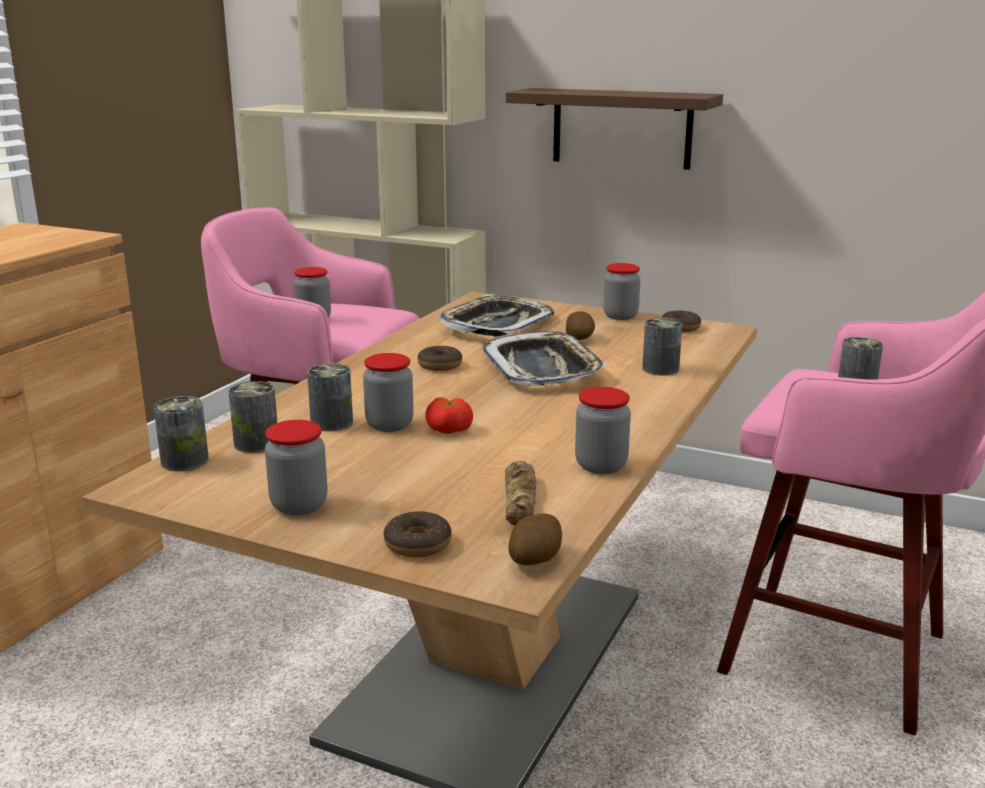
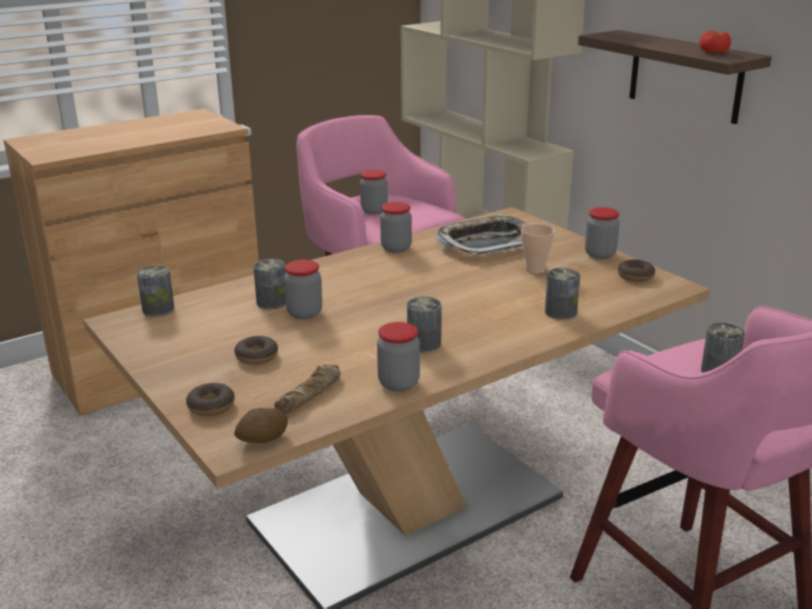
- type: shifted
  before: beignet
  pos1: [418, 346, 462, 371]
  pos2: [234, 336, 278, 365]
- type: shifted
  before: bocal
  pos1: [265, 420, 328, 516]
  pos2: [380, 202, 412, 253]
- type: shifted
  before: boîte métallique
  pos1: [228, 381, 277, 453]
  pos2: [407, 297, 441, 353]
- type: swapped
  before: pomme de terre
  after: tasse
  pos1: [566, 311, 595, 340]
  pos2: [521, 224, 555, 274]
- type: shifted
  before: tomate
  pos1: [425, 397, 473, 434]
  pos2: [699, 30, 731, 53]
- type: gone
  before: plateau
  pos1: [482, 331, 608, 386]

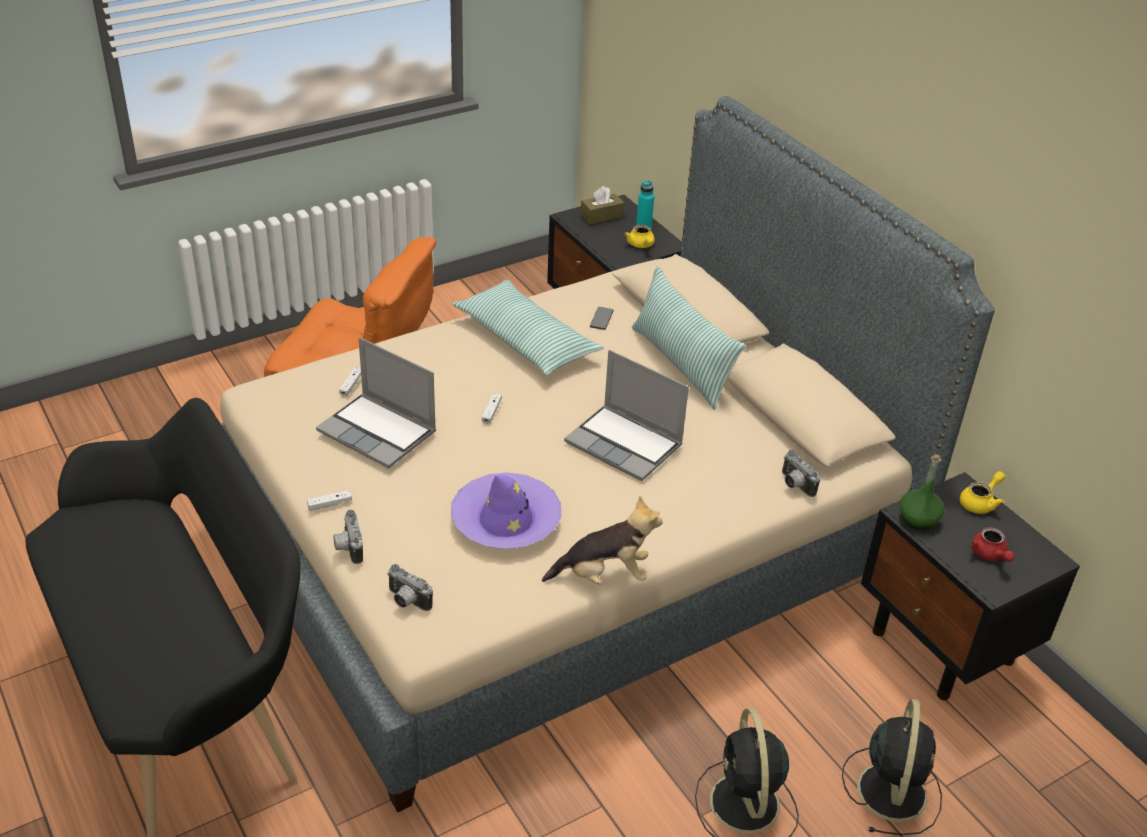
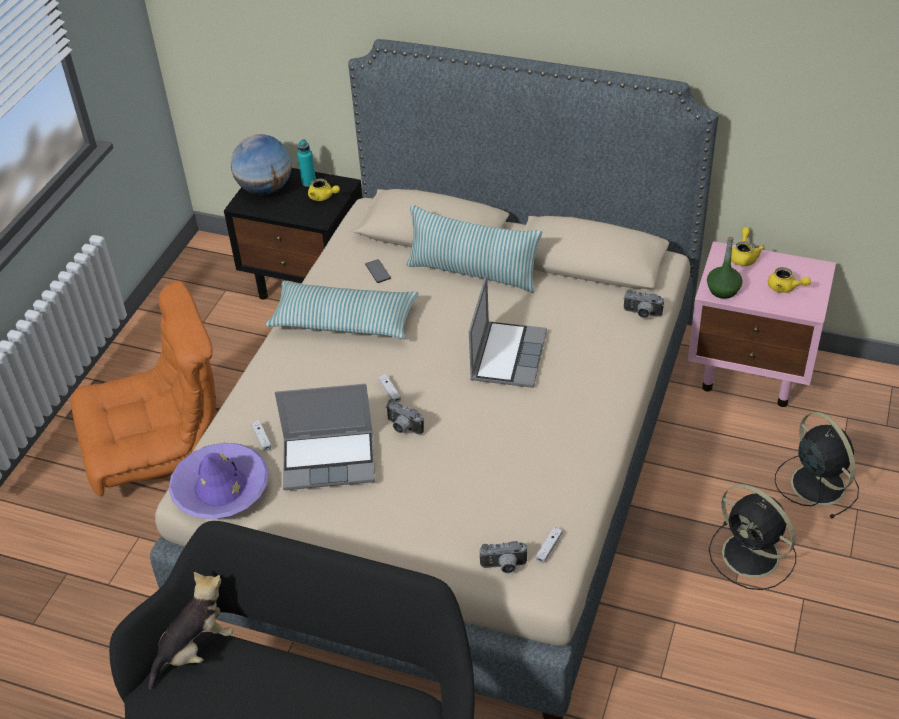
- type: shifted
  before: peluche
  pos1: [542, 496, 663, 585]
  pos2: [148, 572, 234, 690]
- type: shifted
  before: chapeau/violet
  pos1: [451, 472, 561, 549]
  pos2: [169, 443, 269, 519]
- type: swapped
  before: boîte à mouchoirs/marron
  after: globe
  pos1: [581, 186, 624, 224]
  pos2: [231, 134, 291, 195]
- type: shifted
  before: appareil photo
  pos1: [333, 510, 363, 564]
  pos2: [386, 399, 424, 435]
- type: rotated
  before: ordinateur portable
  pos1: [564, 350, 689, 481]
  pos2: [469, 276, 547, 388]
  turn: -75
- type: shifted
  before: manette/blanc
  pos1: [307, 490, 352, 511]
  pos2: [536, 527, 562, 563]
- type: repainted
  before: table de chevet/noir
  after: table de chevet/rose
  pos1: [861, 472, 1080, 700]
  pos2: [688, 241, 836, 407]
- type: repainted
  before: théière/rouge
  after: théière/jaune
  pos1: [971, 527, 1015, 562]
  pos2: [768, 267, 811, 293]

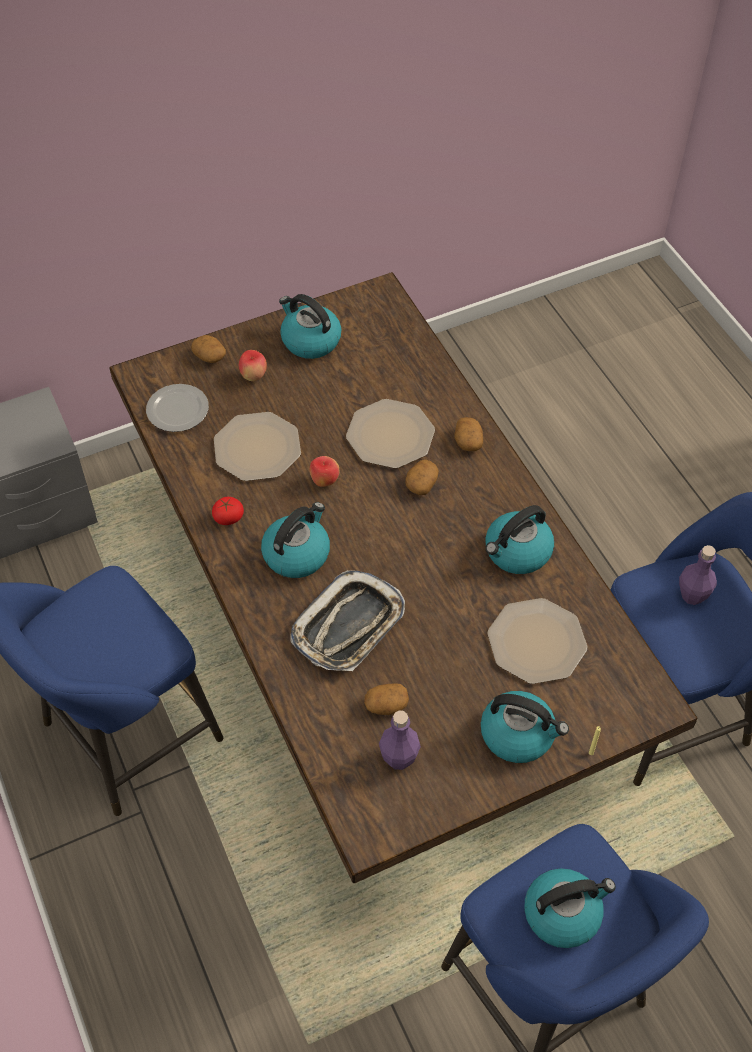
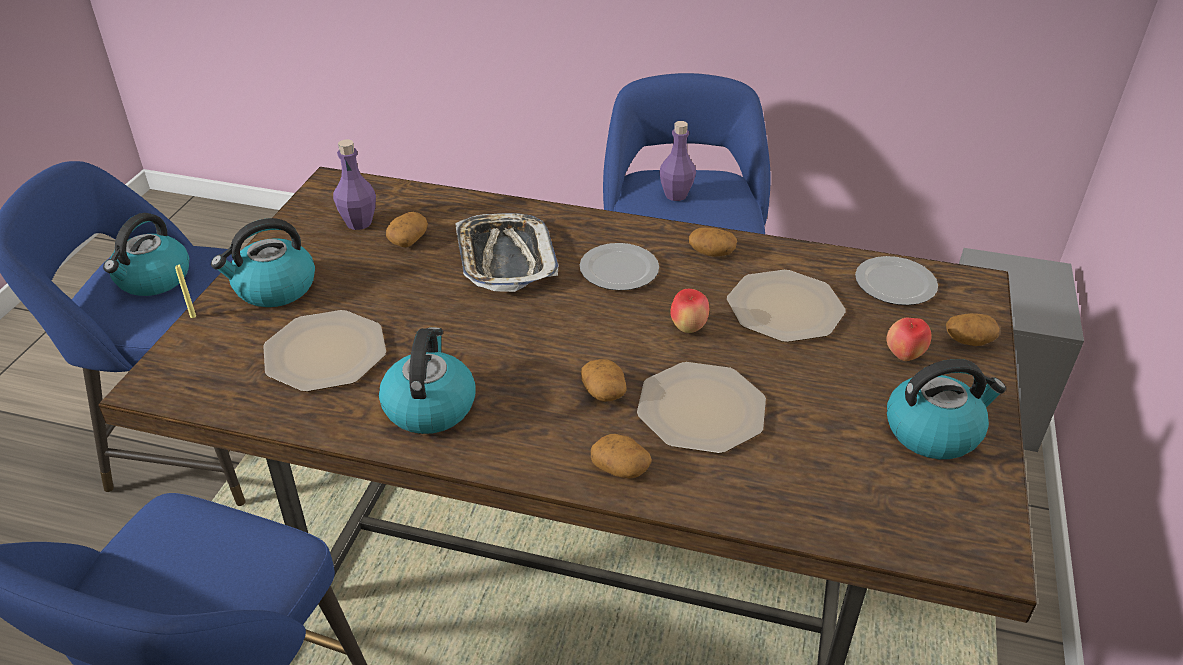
- type: swapped
  before: bouilloire
  after: assiette
  pos1: [261, 502, 330, 578]
  pos2: [580, 243, 659, 291]
- type: shifted
  before: bouteille/violet
  pos1: [679, 545, 717, 605]
  pos2: [659, 121, 696, 201]
- type: swapped
  before: tomate
  after: pomme de terre
  pos1: [212, 497, 244, 525]
  pos2: [689, 228, 737, 257]

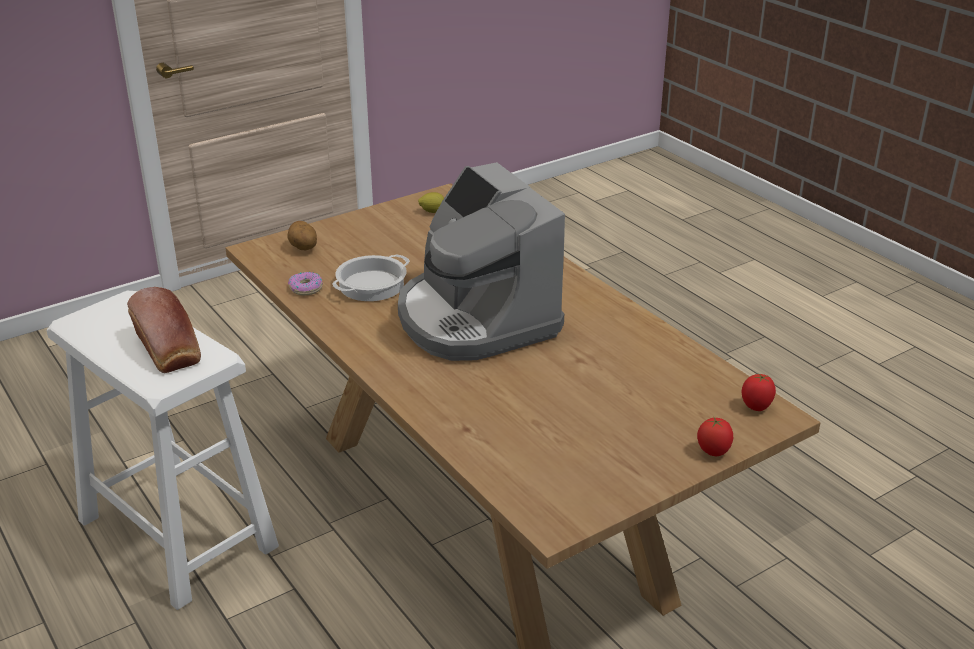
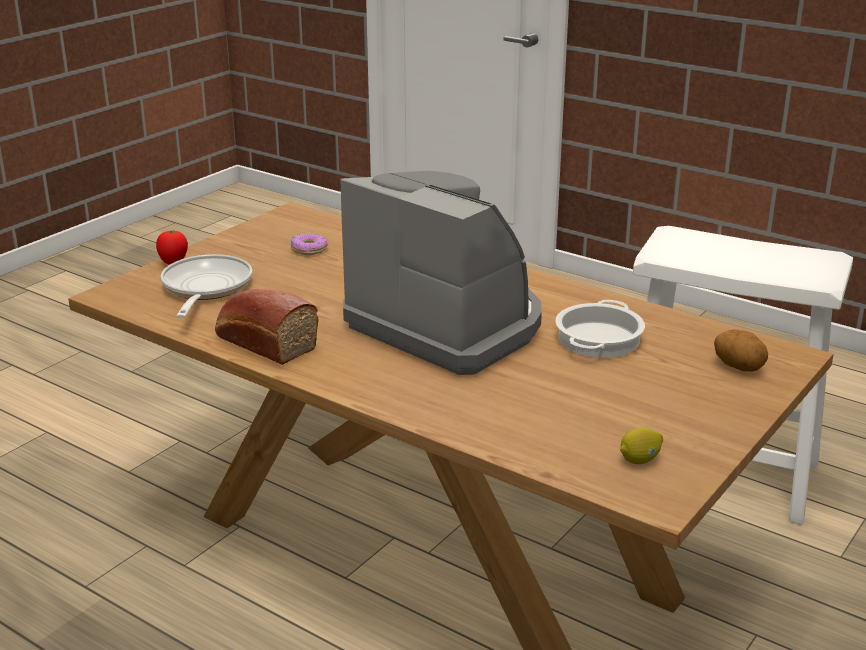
- type: new
  after: poêle
  pos2: [161, 254, 253, 318]
- type: shifted
  before: pain
  pos1: [127, 287, 201, 373]
  pos2: [215, 289, 319, 365]
- type: shifted
  before: beignet
  pos1: [288, 272, 323, 295]
  pos2: [291, 233, 328, 255]
- type: gone
  before: tomate
  pos1: [742, 373, 776, 411]

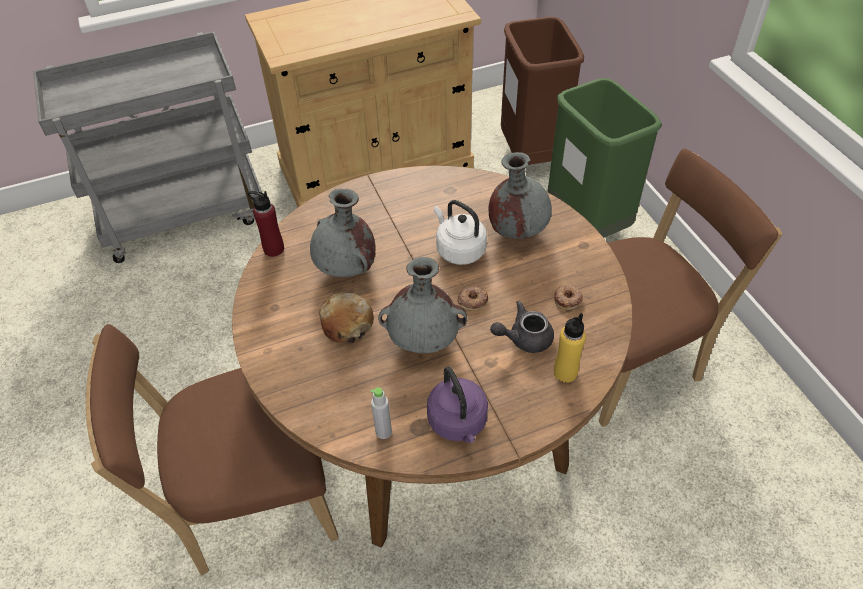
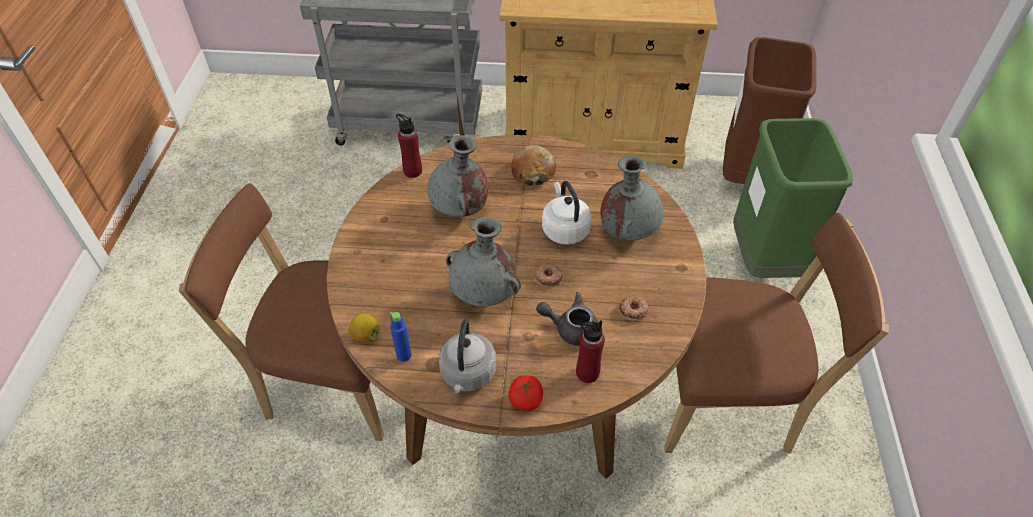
- type: new
  after: citron
  pos2: [348, 313, 380, 342]
- type: repainted
  before: bouteille/gris
  after: bouteille/bleu
  pos1: [370, 387, 392, 439]
  pos2: [390, 312, 412, 362]
- type: repainted
  before: bouilloire/violet
  after: bouilloire/gris
  pos1: [427, 367, 488, 443]
  pos2: [439, 320, 496, 393]
- type: new
  after: tomate
  pos2: [509, 375, 543, 411]
- type: shifted
  before: pain
  pos1: [319, 292, 374, 343]
  pos2: [512, 145, 556, 186]
- type: repainted
  before: bouteille/jaune
  after: bouteille/rouge
  pos1: [554, 313, 586, 383]
  pos2: [576, 320, 605, 383]

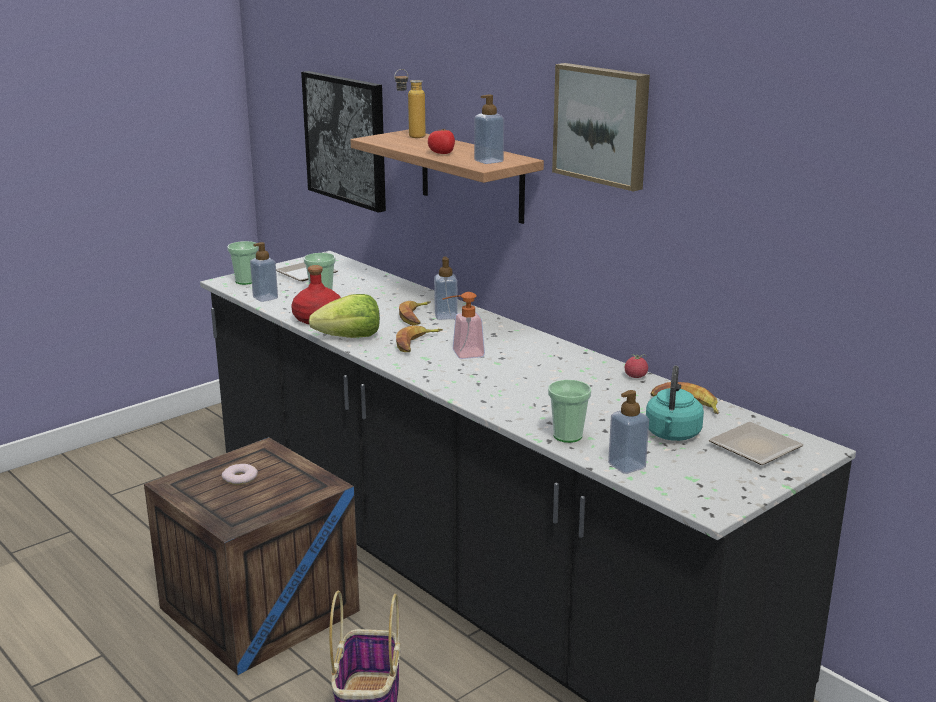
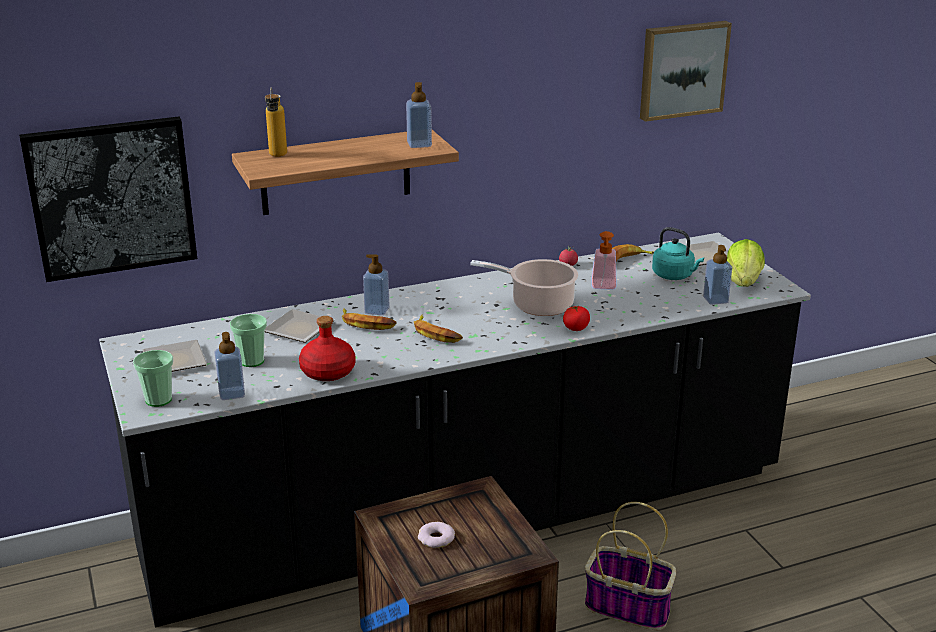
- type: new
  after: assiette
  pos2: [265, 309, 335, 343]
- type: new
  after: marmite
  pos2: [470, 259, 578, 316]
- type: shifted
  before: tomate
  pos1: [428, 129, 455, 154]
  pos2: [563, 306, 590, 331]
- type: shifted
  before: distributeur de savon
  pos1: [443, 292, 485, 359]
  pos2: [591, 231, 617, 290]
- type: shifted
  before: tableau
  pos1: [552, 63, 650, 192]
  pos2: [640, 21, 732, 122]
- type: shifted
  before: laitue
  pos1: [309, 294, 380, 338]
  pos2: [727, 239, 765, 287]
- type: gone
  before: tasse
  pos1: [548, 380, 591, 443]

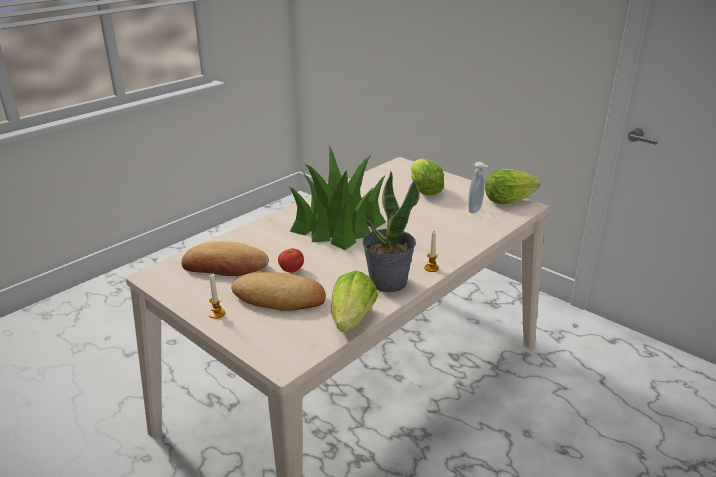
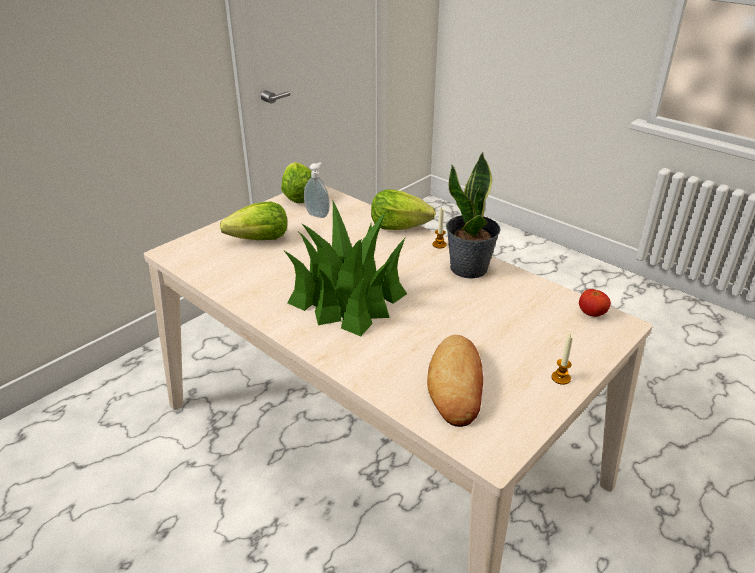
- type: shifted
  before: laitue
  pos1: [331, 270, 378, 332]
  pos2: [371, 189, 436, 230]
- type: shifted
  before: tomate
  pos1: [278, 248, 304, 273]
  pos2: [579, 289, 611, 317]
- type: gone
  before: pain
  pos1: [231, 272, 326, 311]

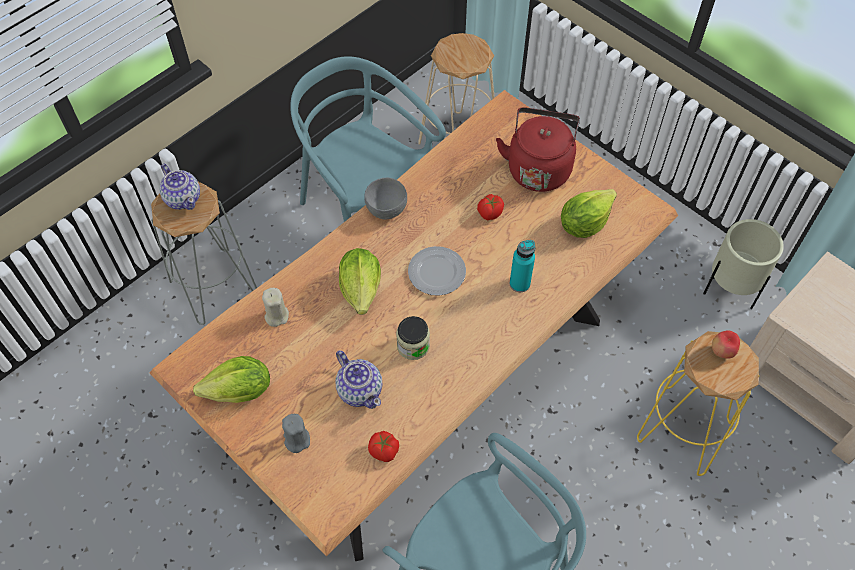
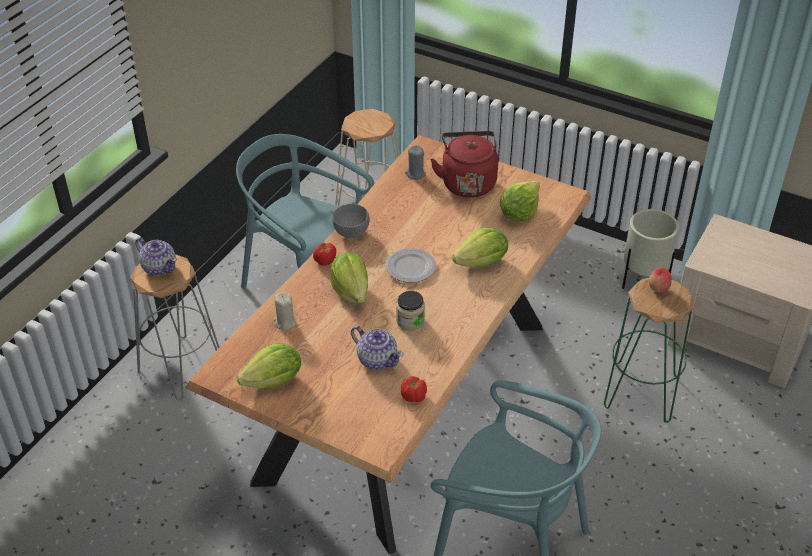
- type: shifted
  before: tomate
  pos1: [477, 194, 504, 220]
  pos2: [313, 242, 336, 266]
- type: shifted
  before: bougie/gris
  pos1: [282, 414, 310, 453]
  pos2: [405, 145, 426, 180]
- type: swapped
  before: bouteille/turquoise
  after: laitue
  pos1: [510, 240, 535, 292]
  pos2: [452, 227, 508, 267]
- type: repainted
  before: tabouret/jaune
  after: tabouret/vert
  pos1: [637, 331, 759, 476]
  pos2: [604, 278, 695, 423]

